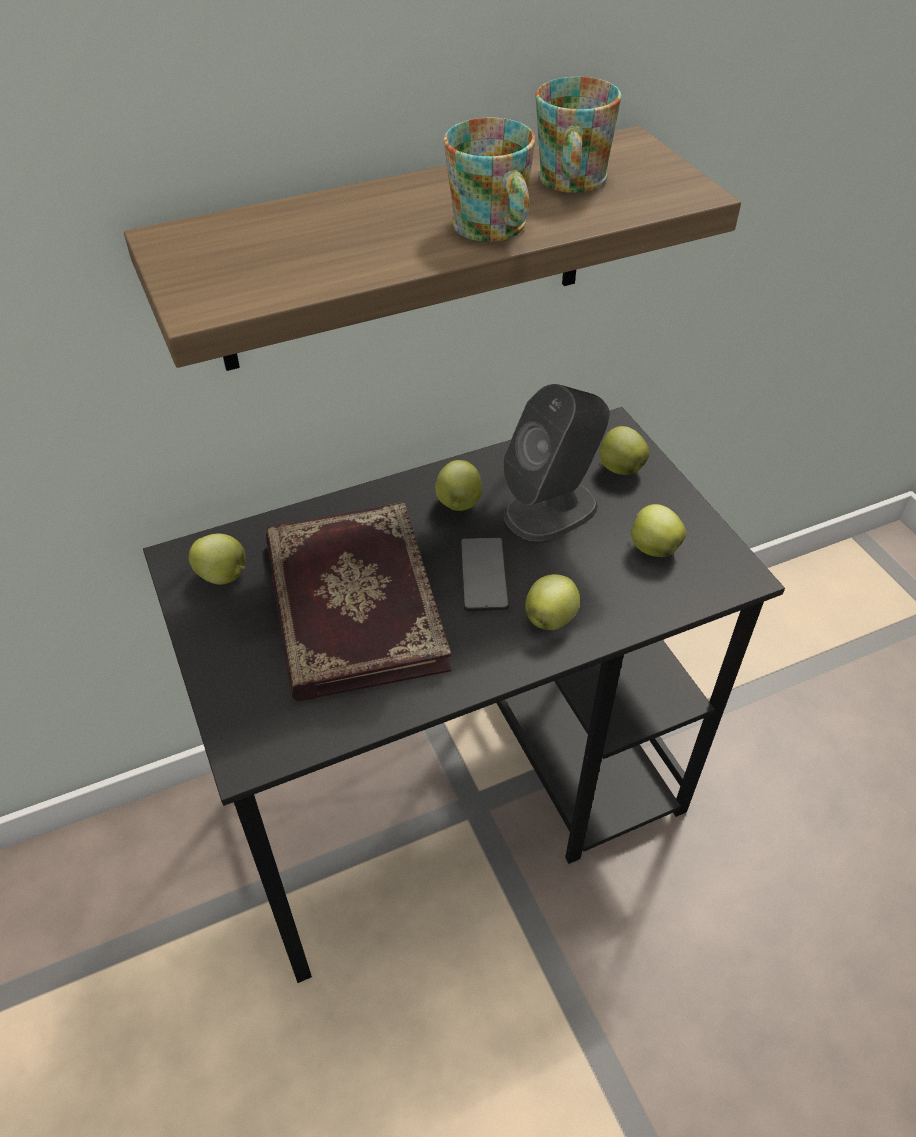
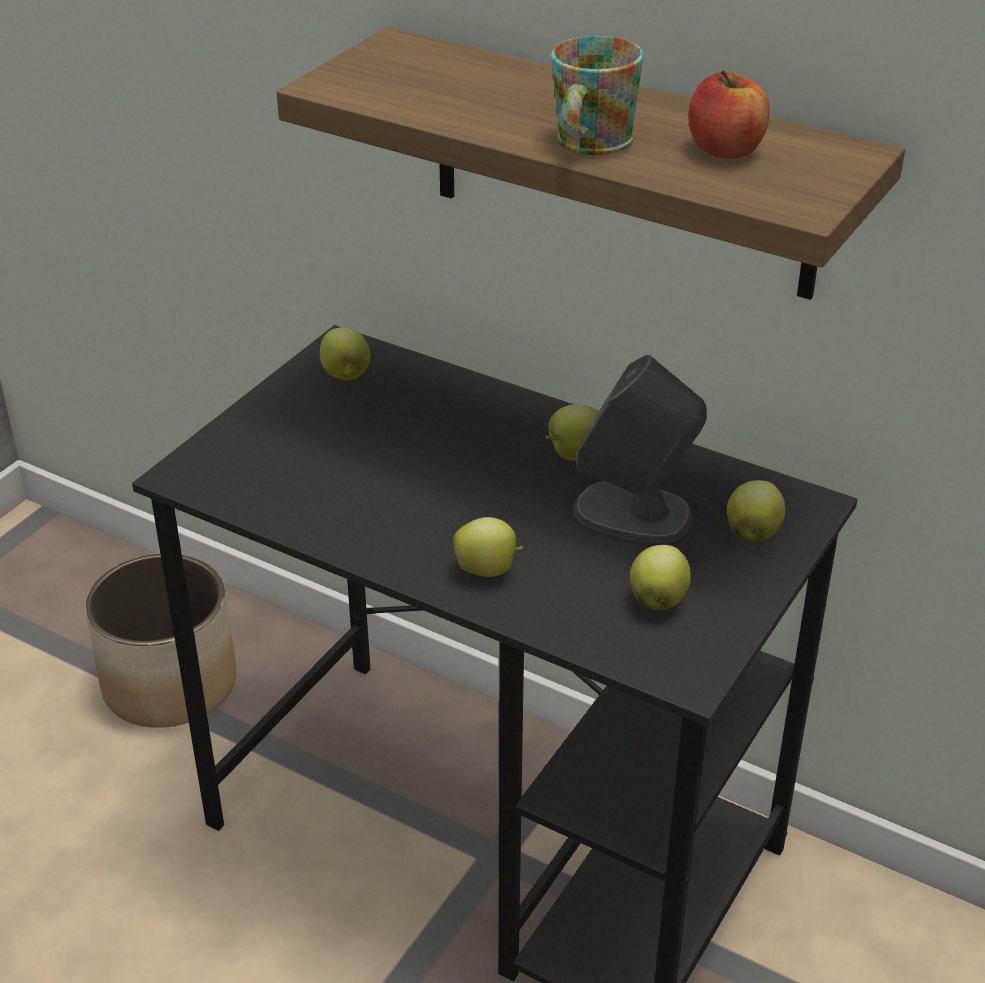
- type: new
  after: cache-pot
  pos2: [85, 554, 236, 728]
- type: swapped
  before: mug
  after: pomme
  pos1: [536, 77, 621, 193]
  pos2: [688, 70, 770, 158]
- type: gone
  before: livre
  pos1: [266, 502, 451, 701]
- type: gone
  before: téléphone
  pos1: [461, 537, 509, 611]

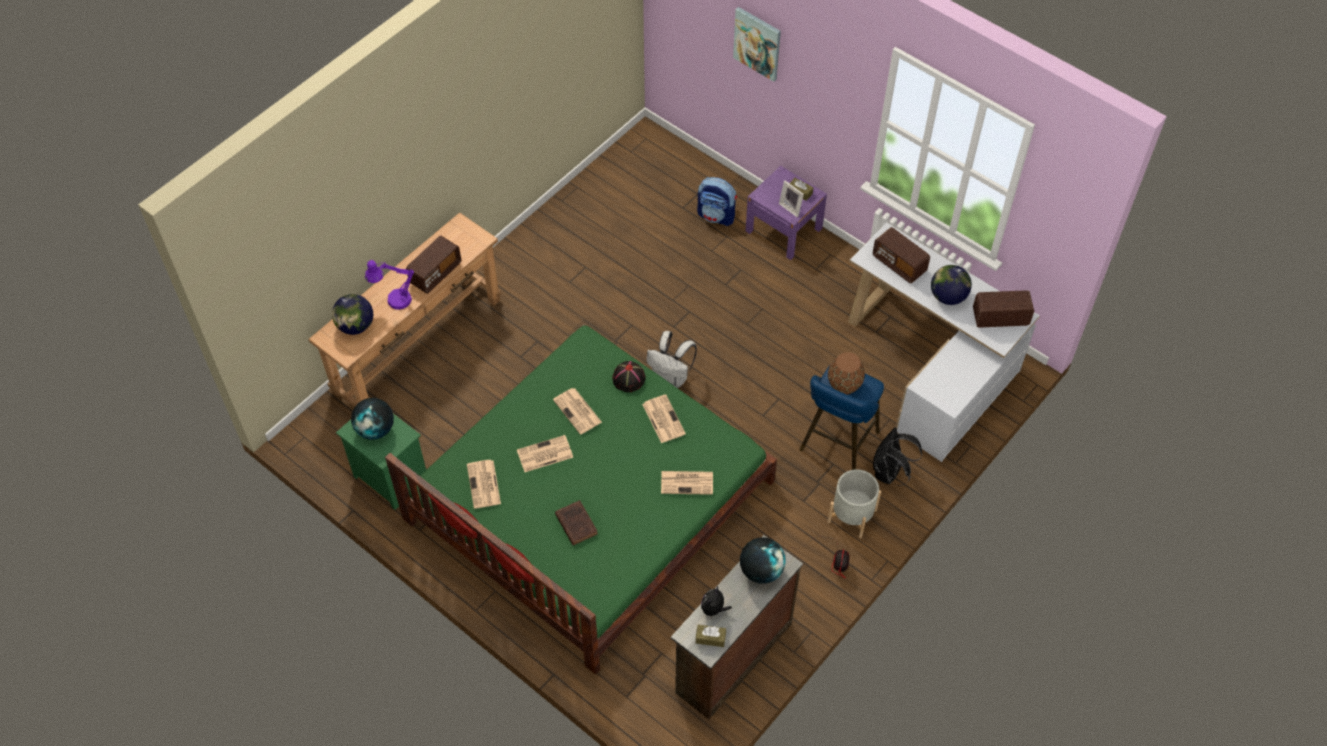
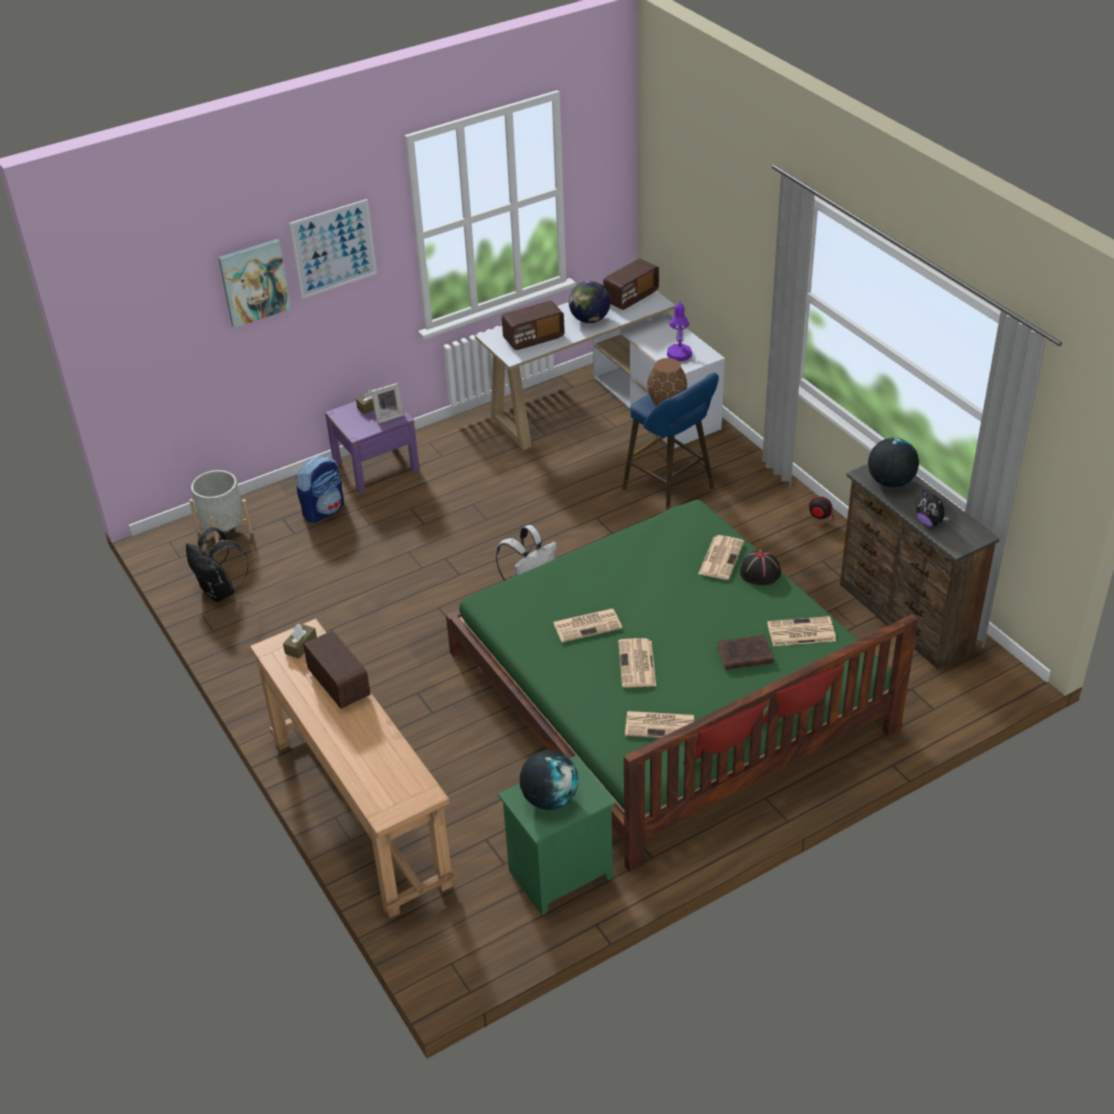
- type: shifted
  before: sac à dos/noir
  pos1: [873, 427, 922, 486]
  pos2: [186, 527, 249, 602]
- type: shifted
  before: cache-pot/gris
  pos1: [827, 469, 881, 538]
  pos2: [189, 470, 252, 543]
- type: shifted
  before: boîte à mouchoirs/marron
  pos1: [696, 625, 726, 647]
  pos2: [283, 624, 317, 659]
- type: new
  after: tableau
  pos2: [289, 199, 377, 299]
- type: rotated
  before: radio
  pos1: [973, 290, 1034, 328]
  pos2: [603, 258, 659, 310]
  turn: -150
- type: shifted
  before: lampe de table/violet
  pos1: [365, 260, 414, 310]
  pos2: [667, 300, 692, 361]
- type: shifted
  before: chapeau/noir
  pos1: [612, 361, 646, 392]
  pos2: [740, 550, 781, 585]
- type: shifted
  before: journal
  pos1: [642, 394, 686, 443]
  pos2: [767, 616, 836, 646]
- type: gone
  before: globe
  pos1: [332, 294, 373, 335]

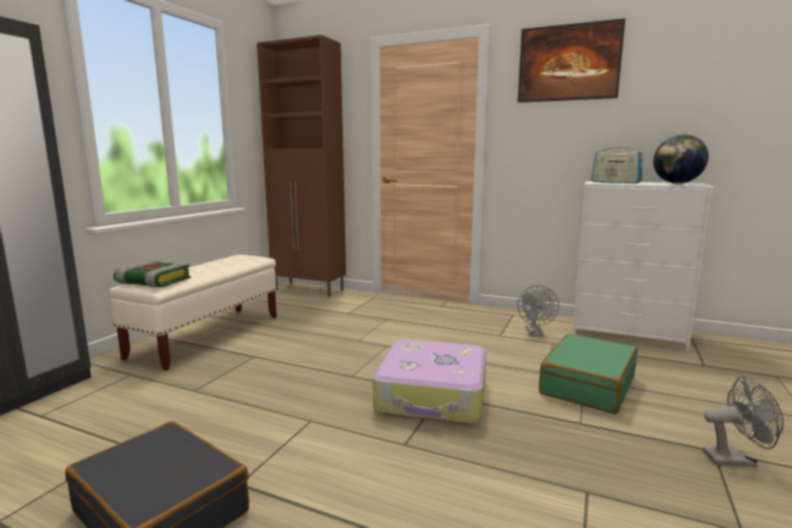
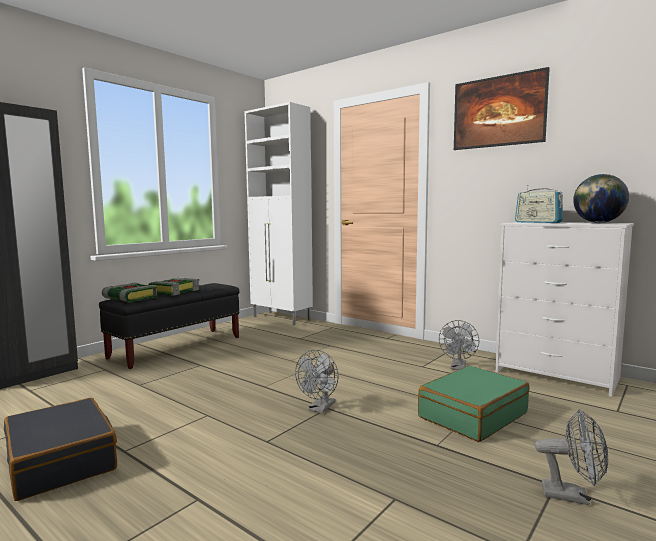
- type: repainted
  before: banc/beige
  after: banc/noir
  pos1: [109, 255, 277, 371]
  pos2: [99, 283, 239, 369]
- type: new
  after: livre
  pos2: [148, 277, 200, 296]
- type: repainted
  before: meuble de rangement/marron
  after: meuble de rangement/blanc
  pos1: [257, 35, 346, 297]
  pos2: [244, 102, 313, 325]
- type: swapped
  before: valise
  after: ventilateur/gris
  pos1: [373, 339, 486, 425]
  pos2: [295, 350, 338, 413]

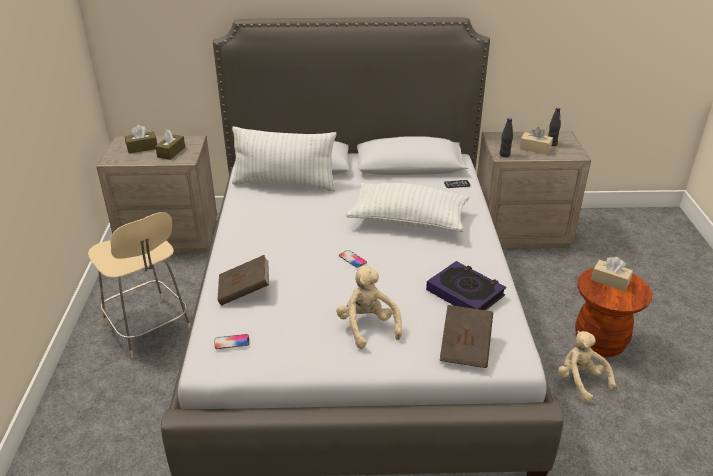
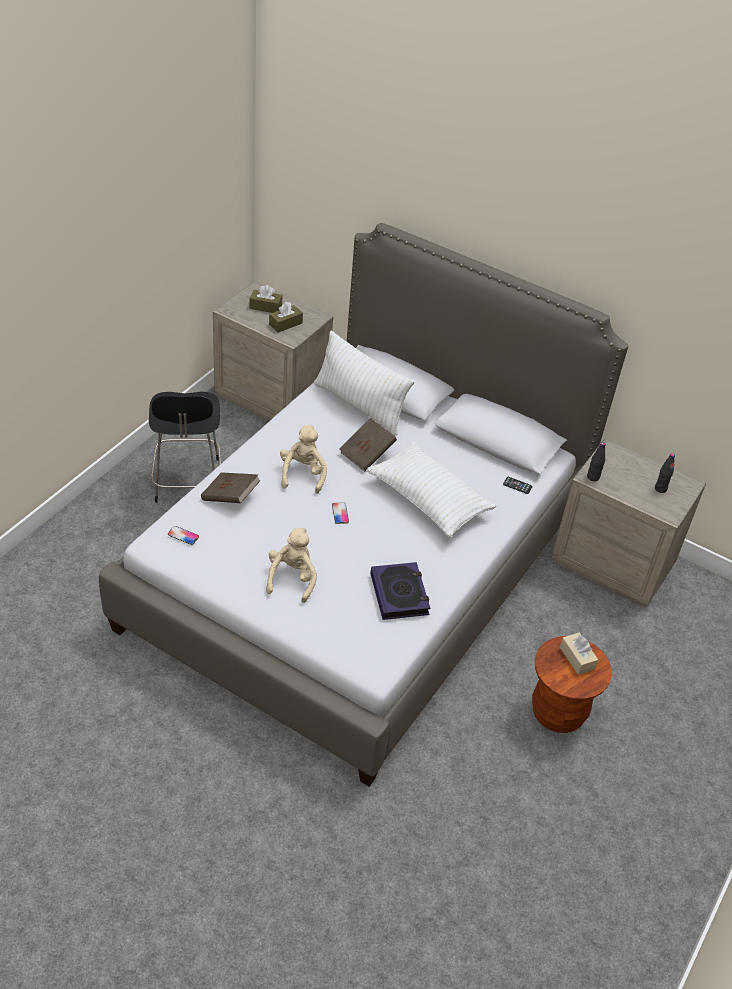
- type: repainted
  before: chaise/beige
  after: chaise/noir
  pos1: [88, 212, 191, 358]
  pos2: [149, 392, 221, 503]
- type: shifted
  before: peluche/beige
  pos1: [558, 331, 616, 403]
  pos2: [280, 425, 327, 494]
- type: shifted
  before: livre/marron
  pos1: [440, 305, 493, 368]
  pos2: [339, 418, 397, 471]
- type: gone
  before: boîte à mouchoirs/beige
  pos1: [520, 127, 553, 155]

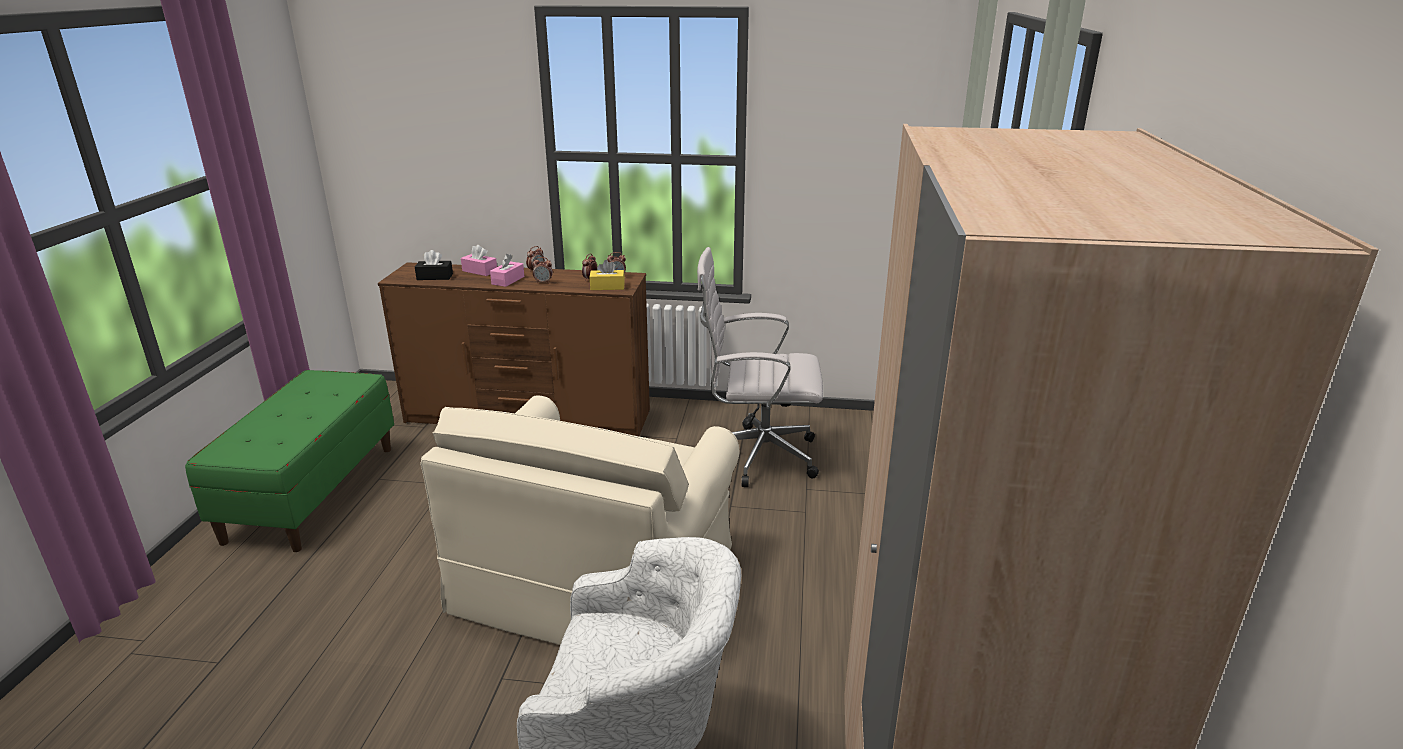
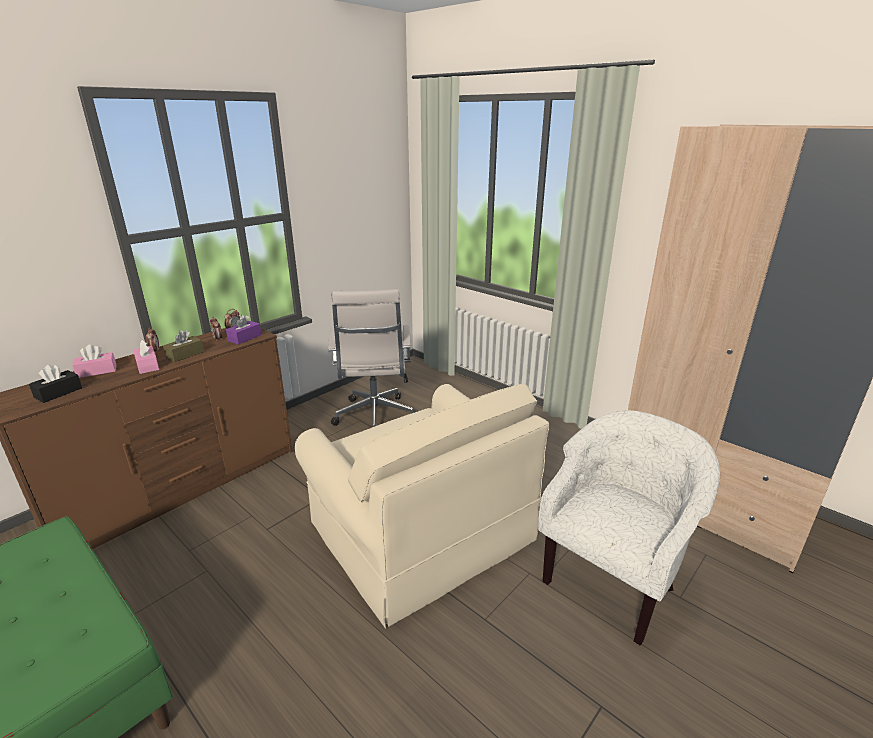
- type: swapped
  before: réveil
  after: boîte à mouchoirs/marron
  pos1: [533, 257, 553, 284]
  pos2: [163, 330, 204, 362]
- type: repainted
  before: boîte à mouchoirs/jaune
  after: boîte à mouchoirs/violet
  pos1: [590, 260, 625, 290]
  pos2: [226, 315, 261, 345]
- type: rotated
  before: chaise de bureau/blanc
  pos1: [697, 247, 823, 487]
  pos2: [328, 289, 414, 427]
  turn: -45

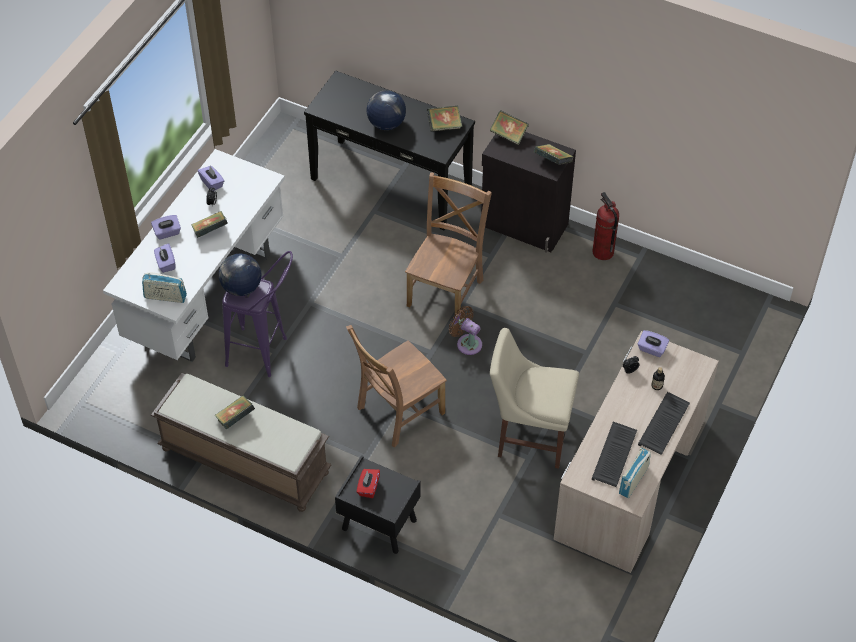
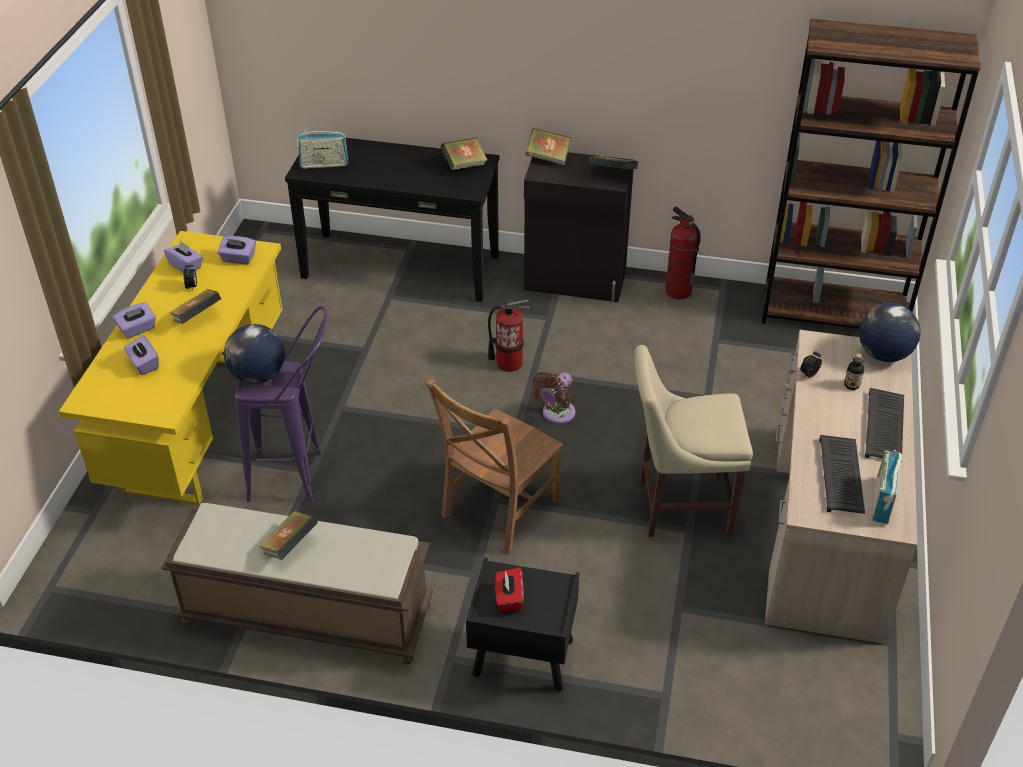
- type: repainted
  before: bureau/blanc
  after: bureau/jaune
  pos1: [103, 149, 285, 362]
  pos2: [59, 231, 283, 505]
- type: shifted
  before: boîte à mouchoirs/violet
  pos1: [638, 330, 669, 357]
  pos2: [217, 236, 256, 265]
- type: shifted
  before: radio
  pos1: [142, 272, 187, 303]
  pos2: [297, 130, 348, 169]
- type: swapped
  before: chaise/marron
  after: extincteur
  pos1: [405, 172, 492, 317]
  pos2: [488, 299, 529, 372]
- type: rotated
  before: ventilateur/marron
  pos1: [449, 306, 482, 355]
  pos2: [532, 372, 575, 424]
  turn: -75
- type: new
  after: bibliothèque/marron
  pos2: [761, 19, 981, 329]
- type: shifted
  before: globe
  pos1: [367, 90, 406, 130]
  pos2: [859, 303, 921, 362]

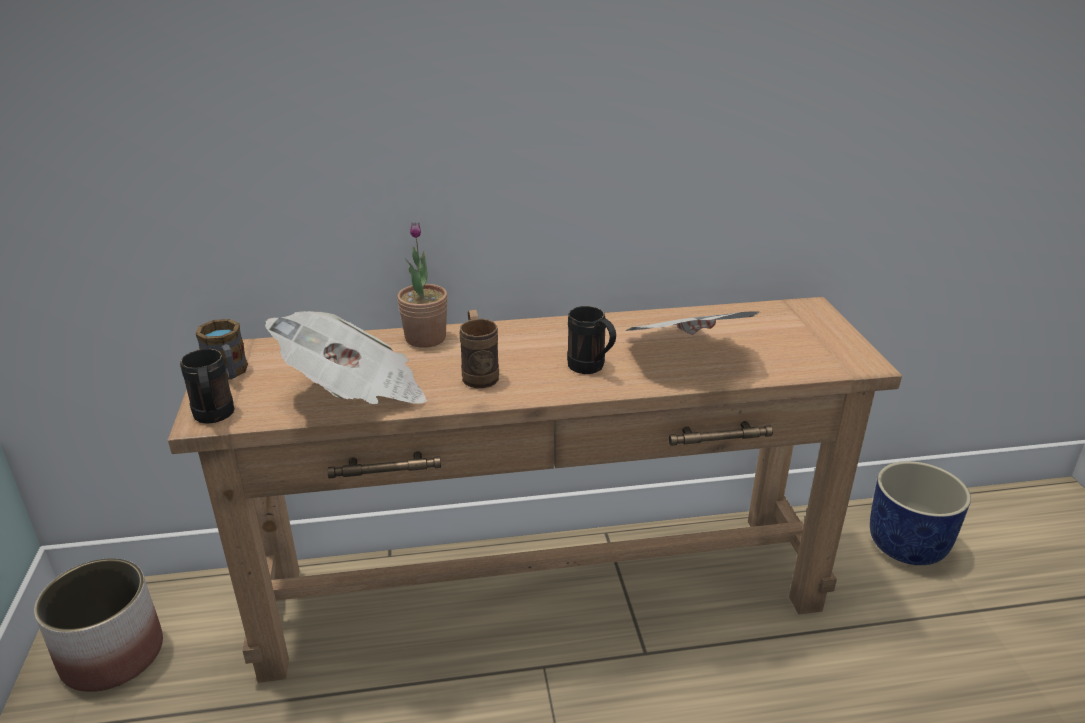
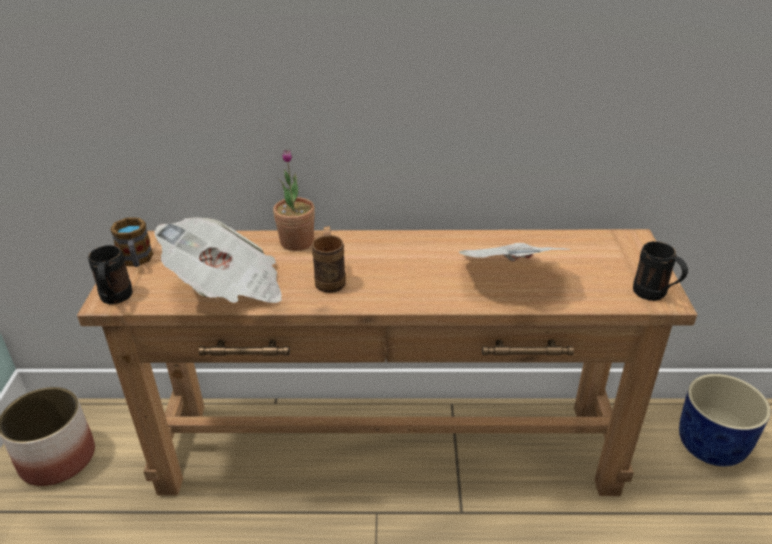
- type: shifted
  before: mug/noir
  pos1: [567, 306, 616, 374]
  pos2: [633, 241, 688, 301]

